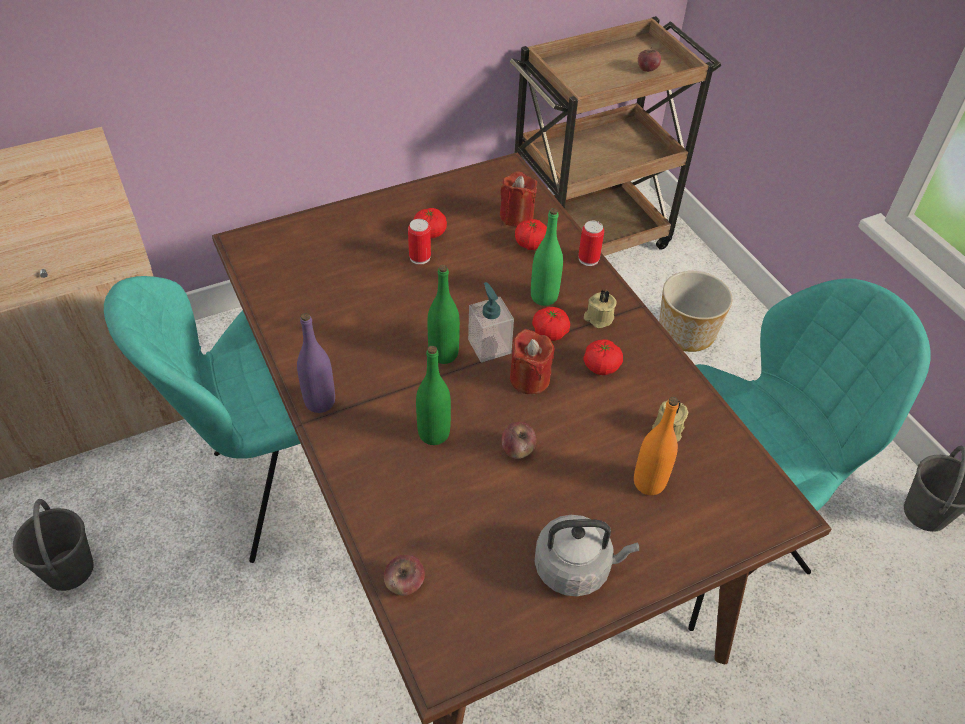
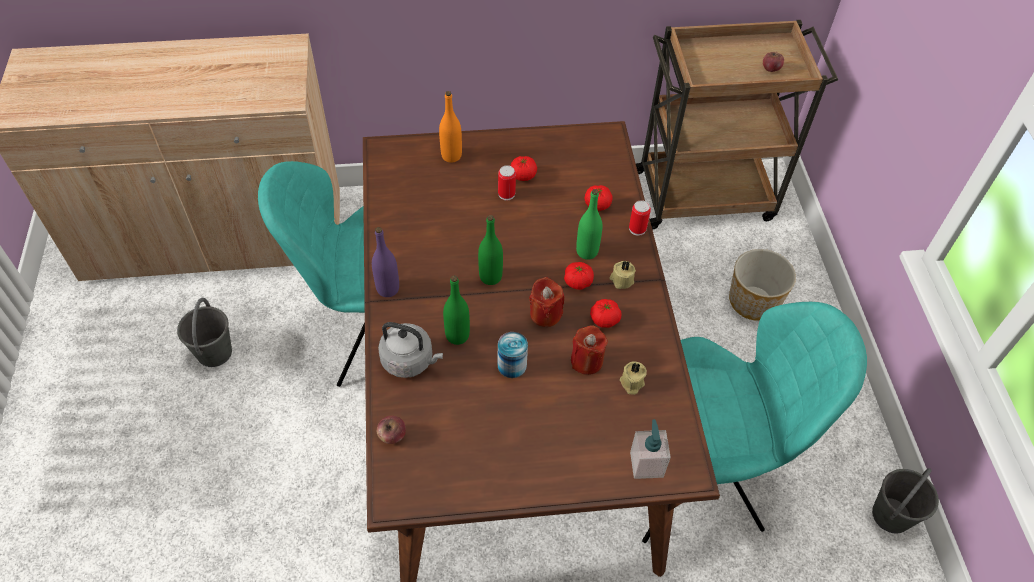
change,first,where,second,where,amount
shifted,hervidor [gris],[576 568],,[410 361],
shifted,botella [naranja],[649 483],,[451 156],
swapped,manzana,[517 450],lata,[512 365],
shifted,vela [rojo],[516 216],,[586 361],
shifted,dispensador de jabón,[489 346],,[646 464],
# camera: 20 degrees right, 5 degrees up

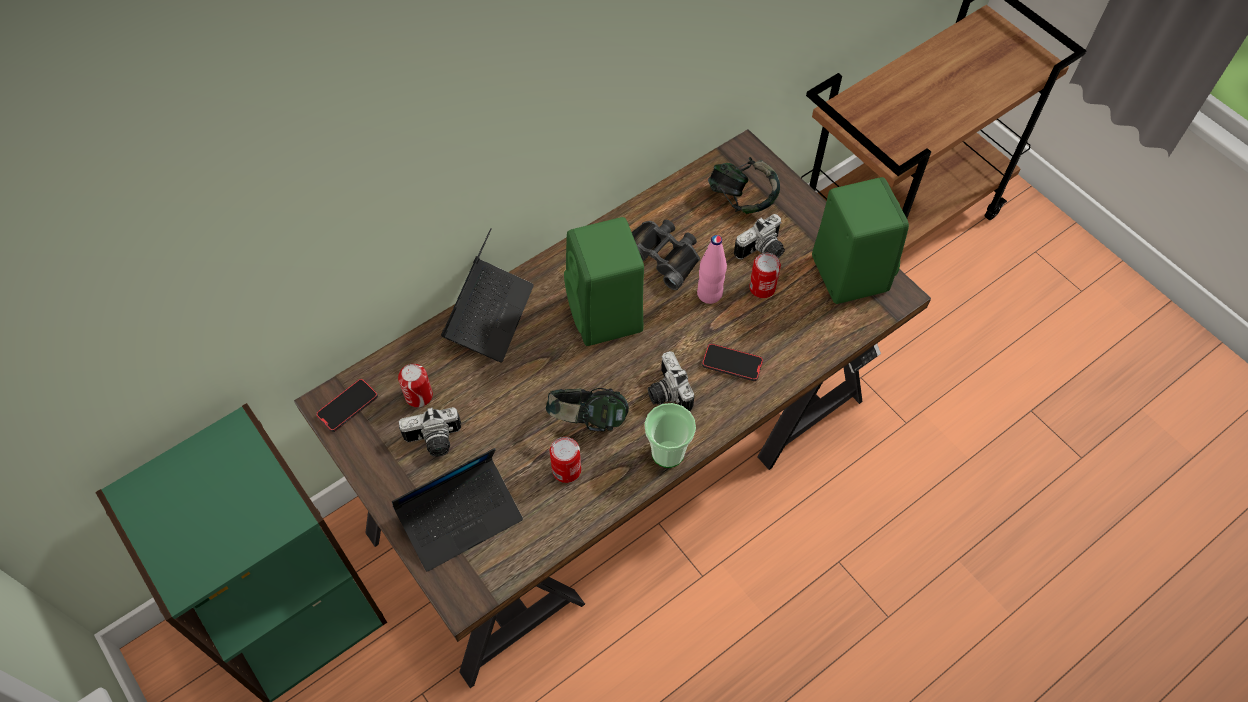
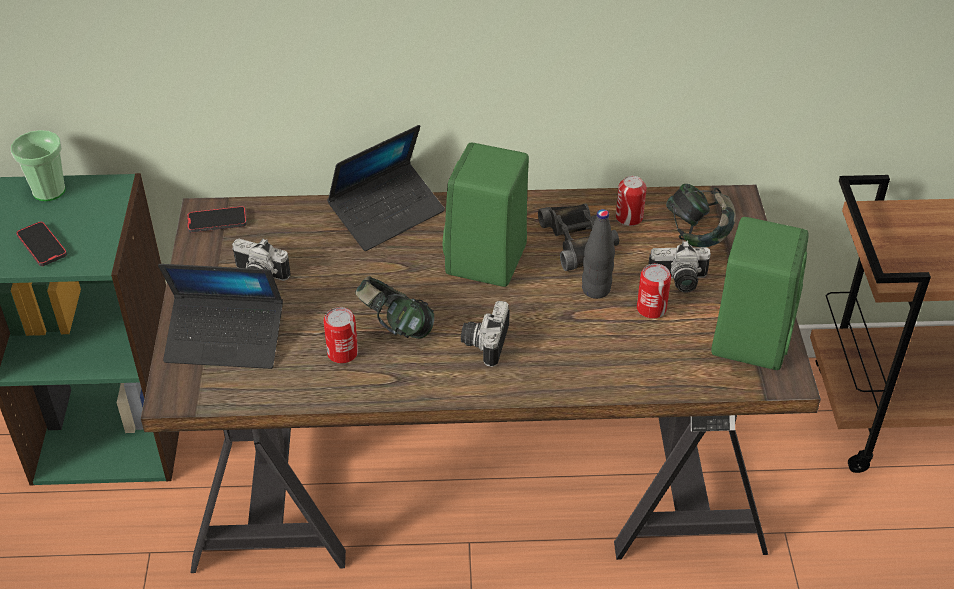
change,first,where,second,where,amount
shifted,taza,[668 452],,[49 191],
shifted,móvil,[732 363],,[42 246],
repainted,botella [rosa],[709 294],botella [negro],[596 290],
shifted,lata,[419 395],,[629 217],
# camera: 35 degrees right, 15 degrees down

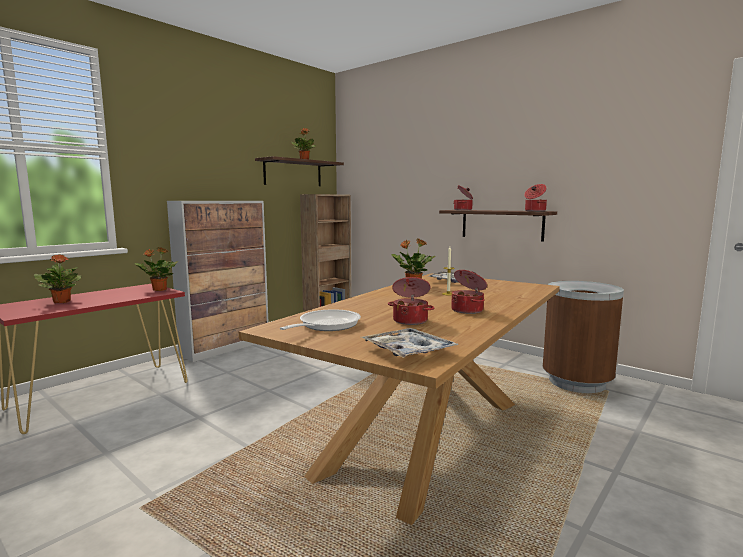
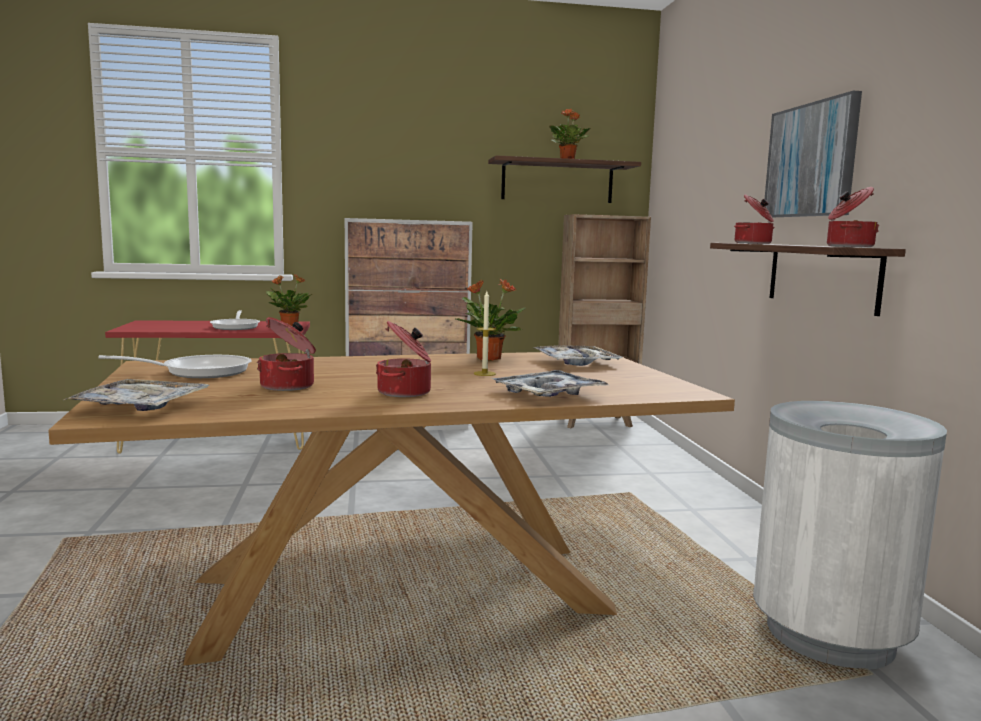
change,first,where,second,where,amount
new,,,sartén,[236 326],
new,,,bandeja,[548 394],
repainted,papelera [marrón],[577 383],papelera [blanco],[830 635],
new,,,cuadro,[811 160],
gone,planta en maceta,[62 301],,,
# camera: 40 degrees right, 0 degrees up

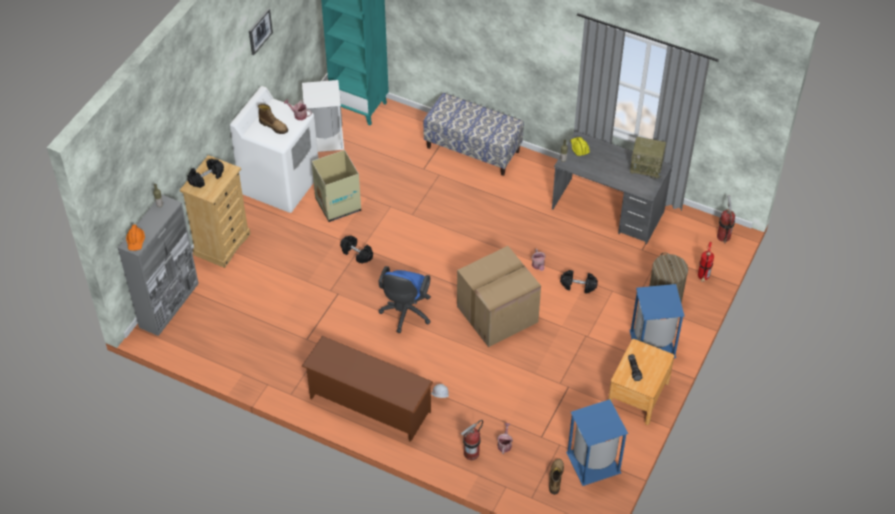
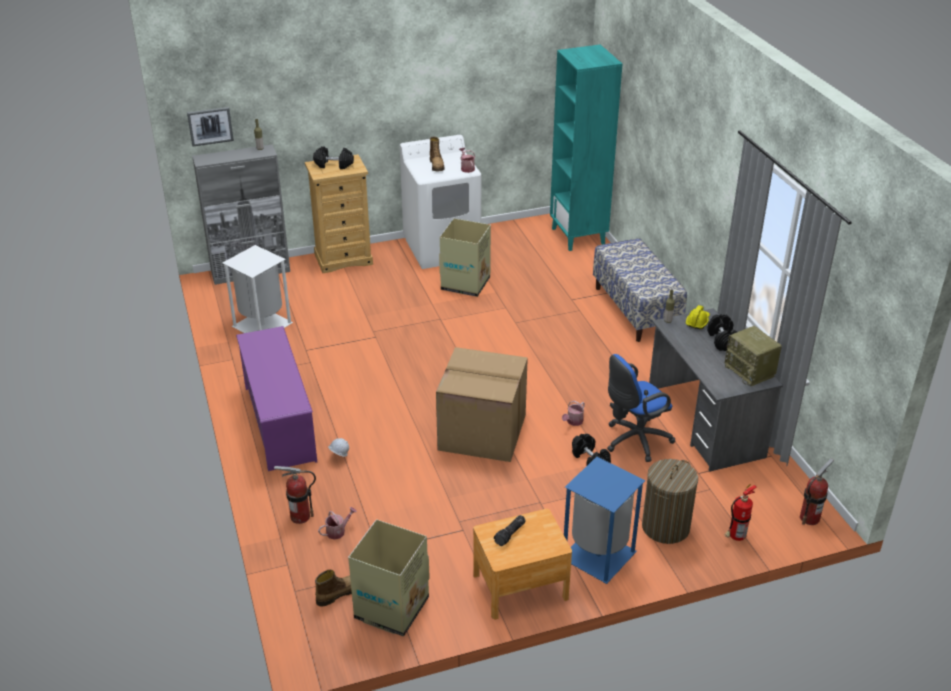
change,first,where,second,where,amount
shifted,cuadro,[259 31],,[210 126],
shifted,papelera [blanco],[325 138],,[263 325],
repainted,zapatero [marrón],[369 405],zapatero [morado],[279 423],
swapped,papelera [azul],[593 463],caja de cartón,[391 609],
shifted,silla de oficina [azul],[405 314],,[634 441],
shifted,mancuerna [negro],[356 254],,[722 340],
gone,casco [naranja],[136 241],,,
# camera: 45 degrees right, 15 degrees down

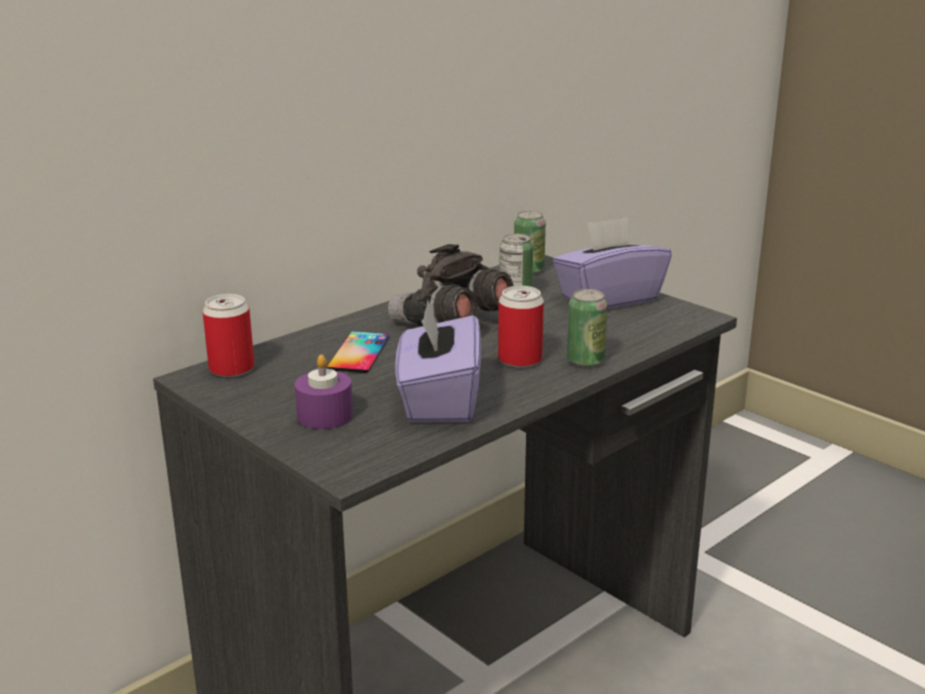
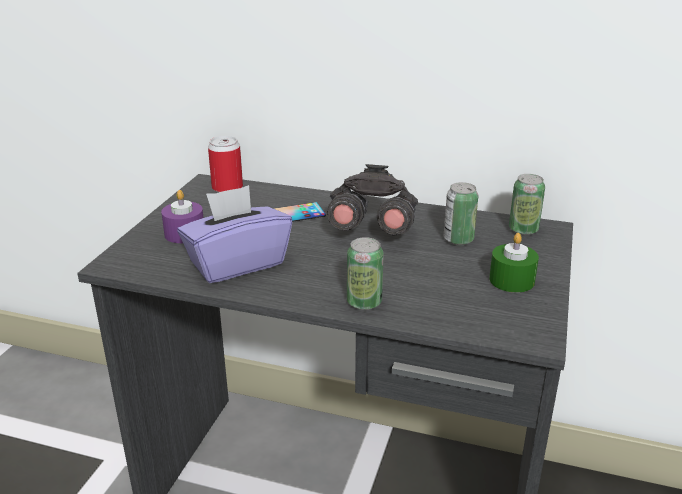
change,first,where,second,where,amount
swapped,caja de pañuelos [morado],[608 299],vela [verde],[511 280],
gone,lata,[520 359],,,
# camera: 60 degrees right, 5 degrees up

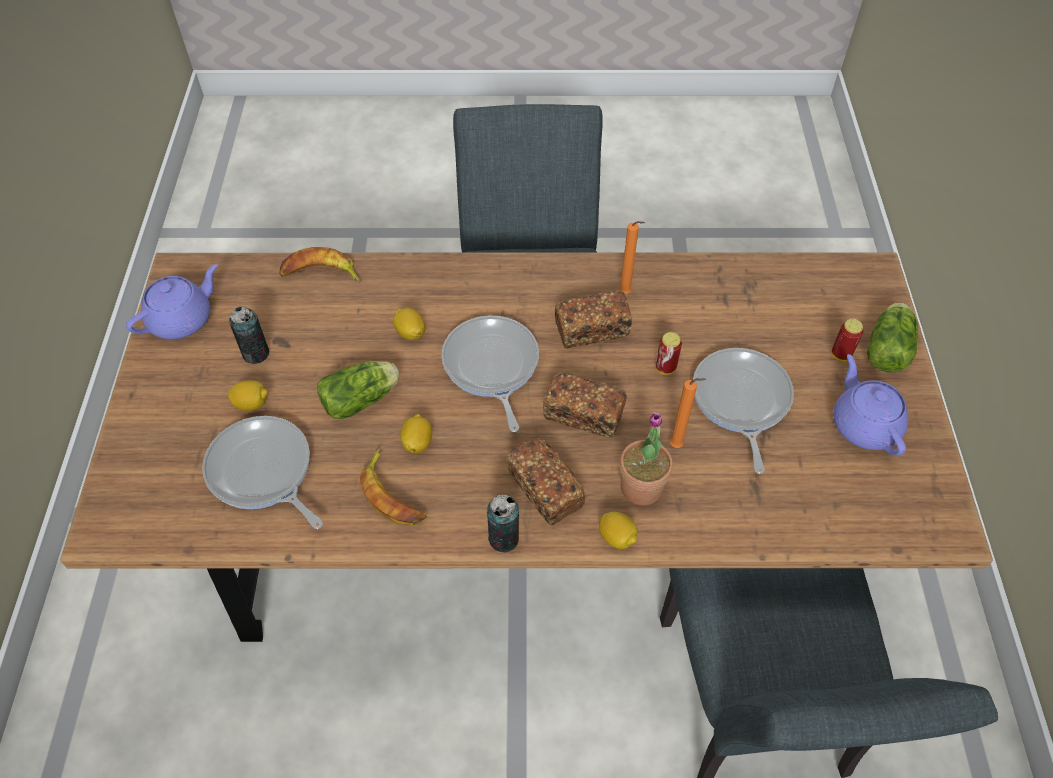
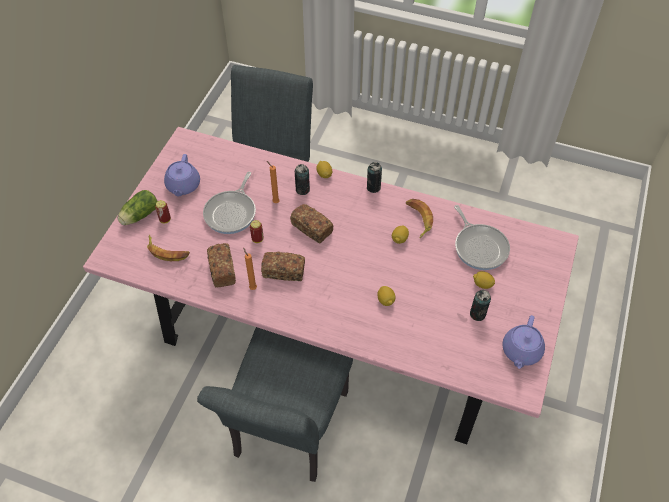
change,first,where,second,where,amount
repainted,mesa de comedor [marrón],[526 522],mesa de comedor [rosa],[334 328],
shifted,plátano,[321 274],,[167 251],
shifted,pan,[545 489],,[222 270],
swapped,planta en maceta,[641 487],lata,[302 190],
rotated,tetera [morado],[182 319],,[521 351],45 degrees counterclockwise
gone,lechuga,[363 399],,,
gone,sartén,[491 367],,,
# camera: 160 degrees left, 0 degrees up

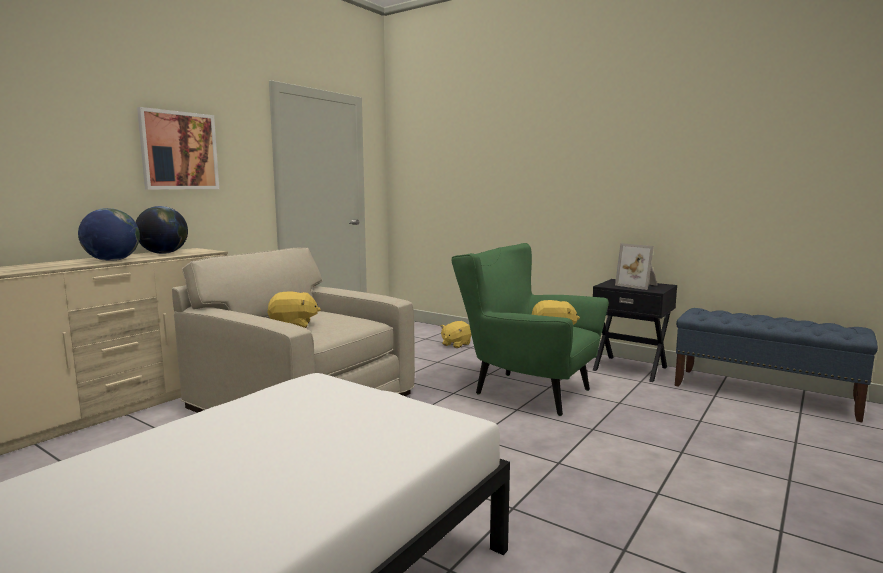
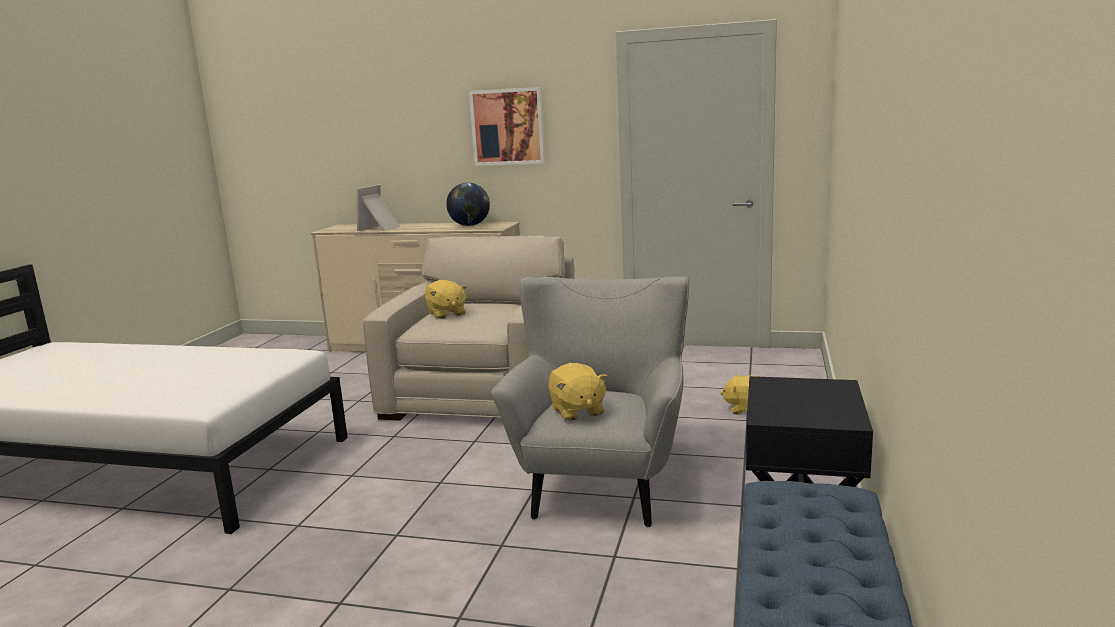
change,first,where,second,where,amount
shifted,portarretratos,[638 285],,[380 228],
repainted,sillón [verde],[523 390],sillón [gris],[603 483],
gone,globo terráqueo,[112 260],,,
# camera: 70 degrees right, 5 degrees up

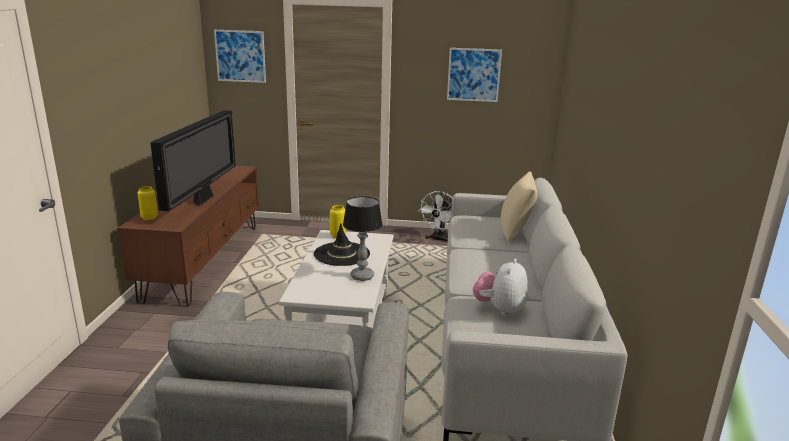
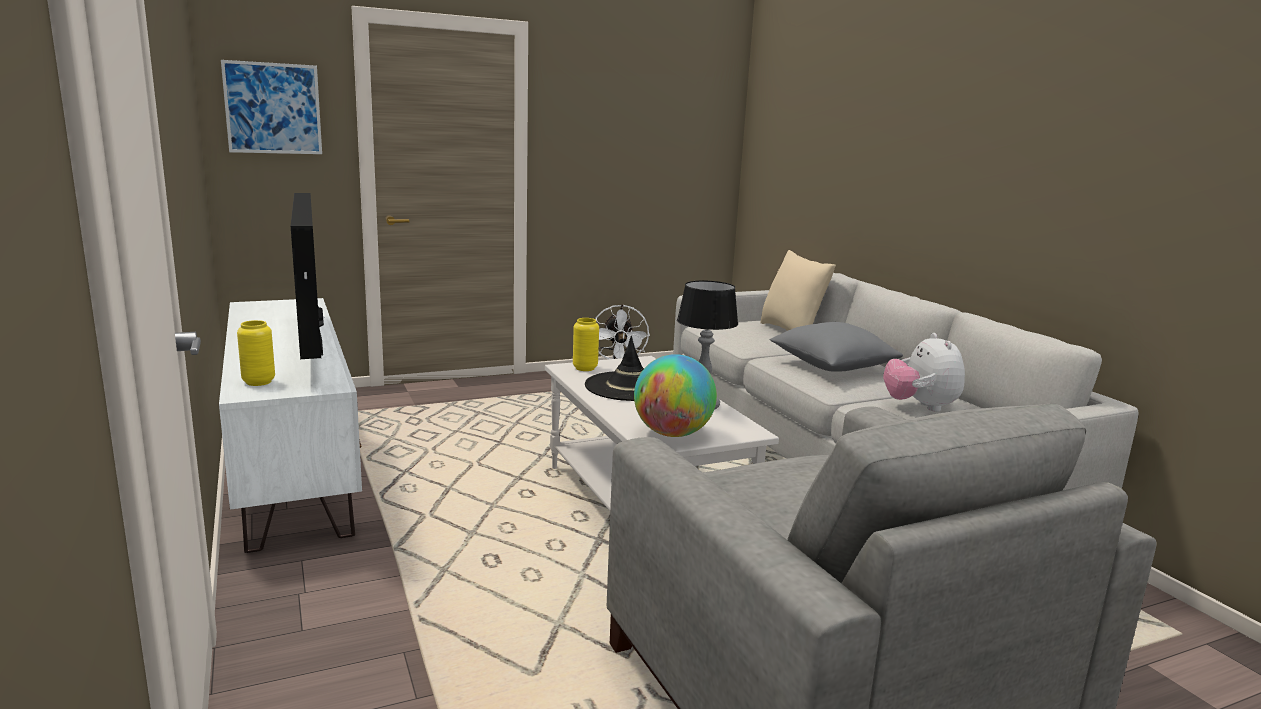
change,first,where,second,where,amount
repainted,mueble de televisión [marrón],[204 260],mueble de televisión [blanco],[292 464],
new,,,globo terráqueo,[672 434],
new,,,cojín [gris],[832 366],
gone,cuadro,[473 75],,,
# camera: 30 degrees left, 5 degrees down

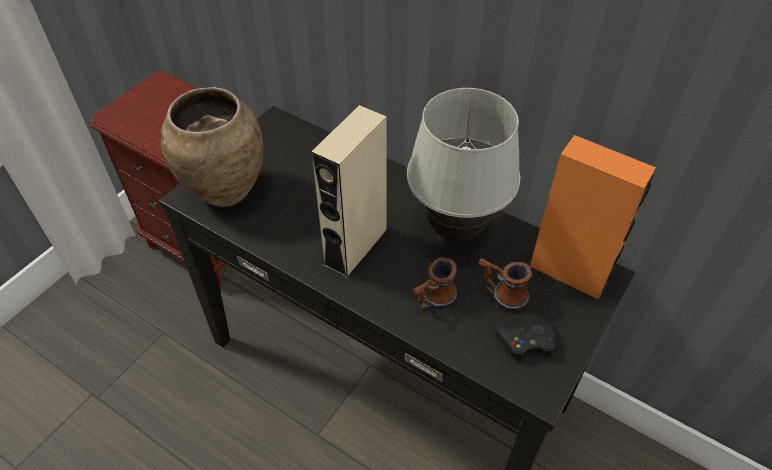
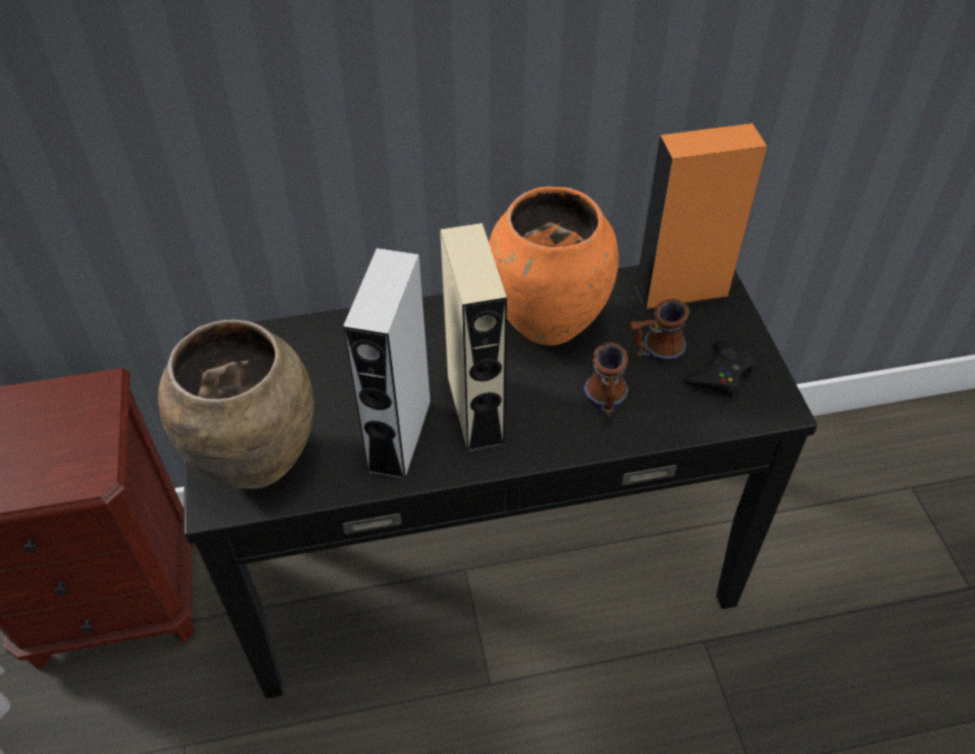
change,first,where,second,where,amount
new,,,altavoz [gris],[399 436],
swapped,lámpara de mesa [blanco],[456 232],florero [naranja],[548 325],
# camera: 45 degrees left, 0 degrees up

